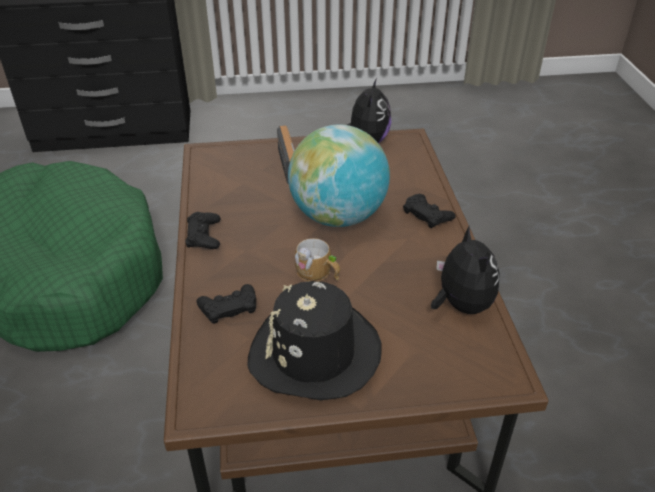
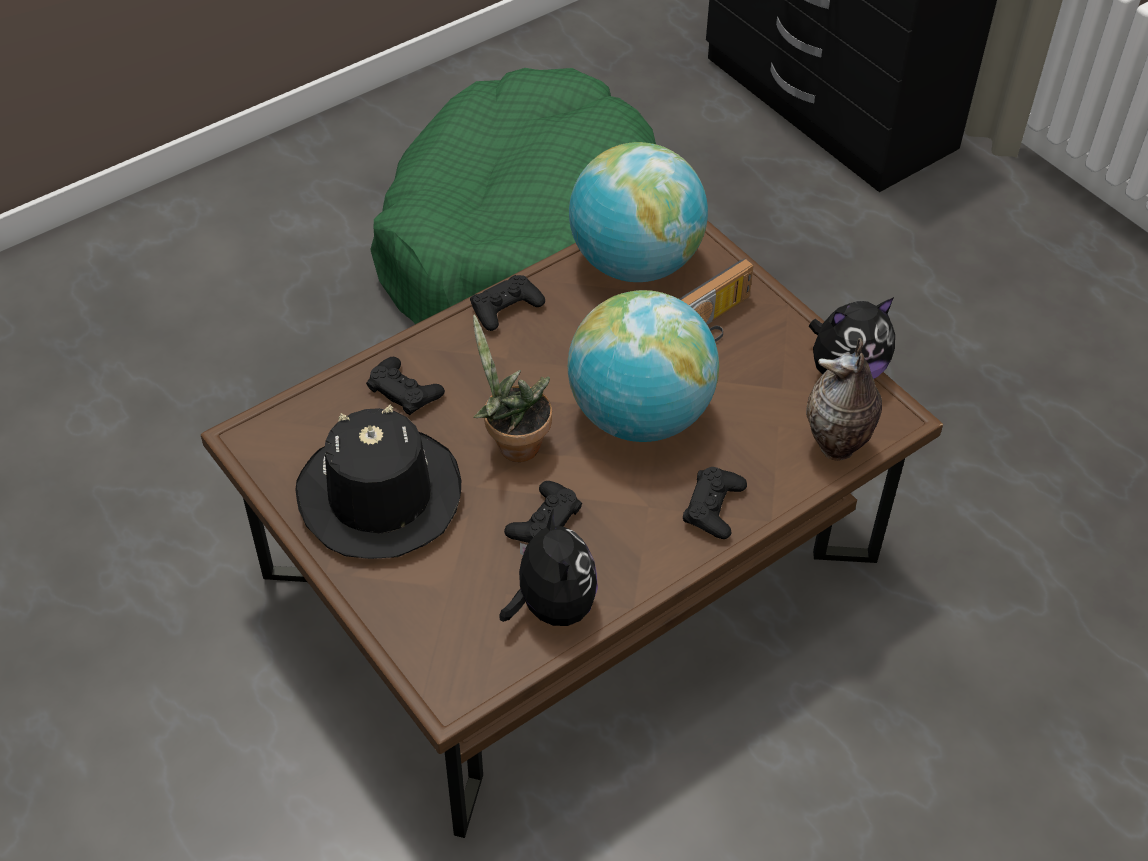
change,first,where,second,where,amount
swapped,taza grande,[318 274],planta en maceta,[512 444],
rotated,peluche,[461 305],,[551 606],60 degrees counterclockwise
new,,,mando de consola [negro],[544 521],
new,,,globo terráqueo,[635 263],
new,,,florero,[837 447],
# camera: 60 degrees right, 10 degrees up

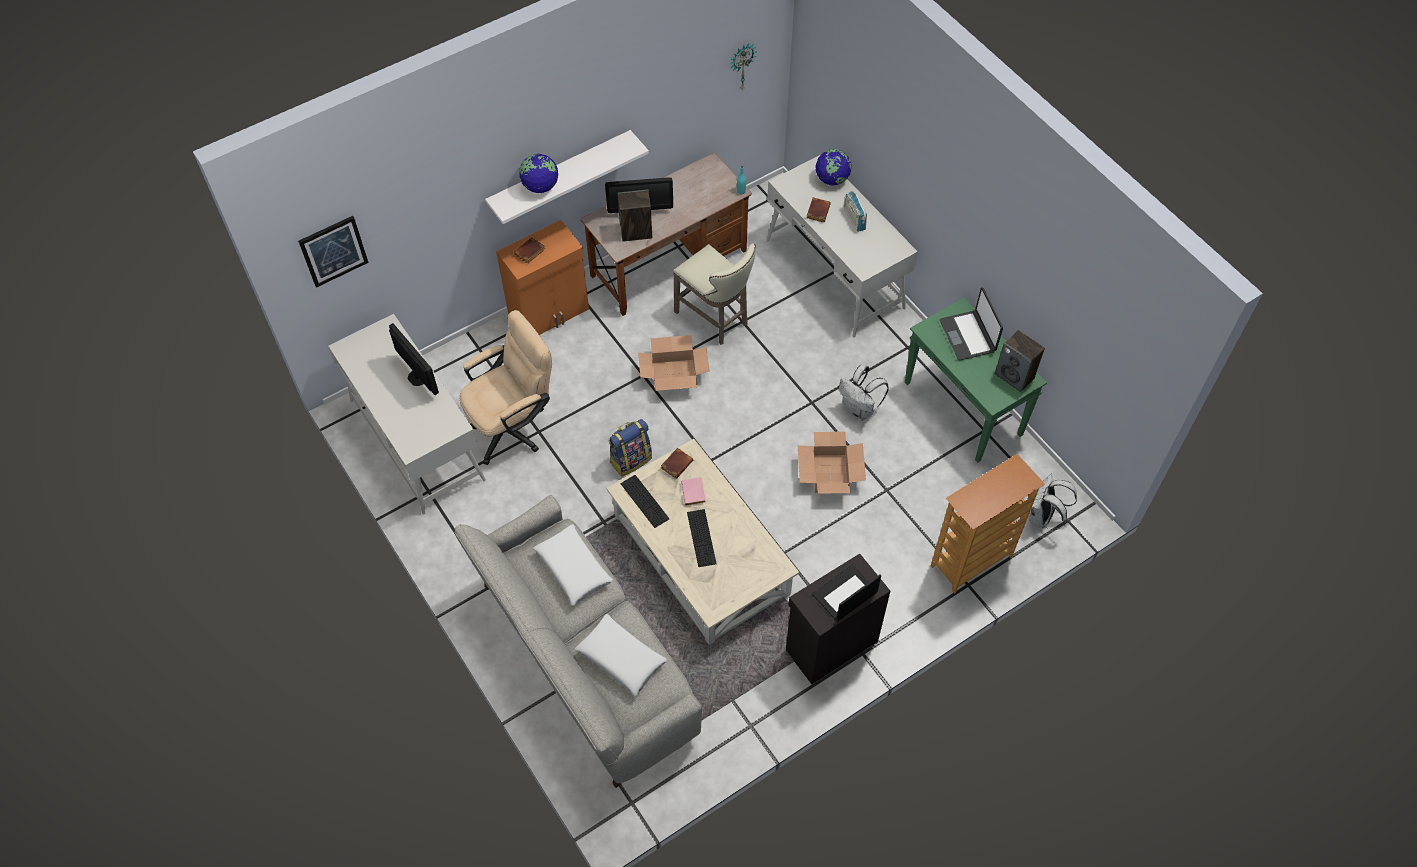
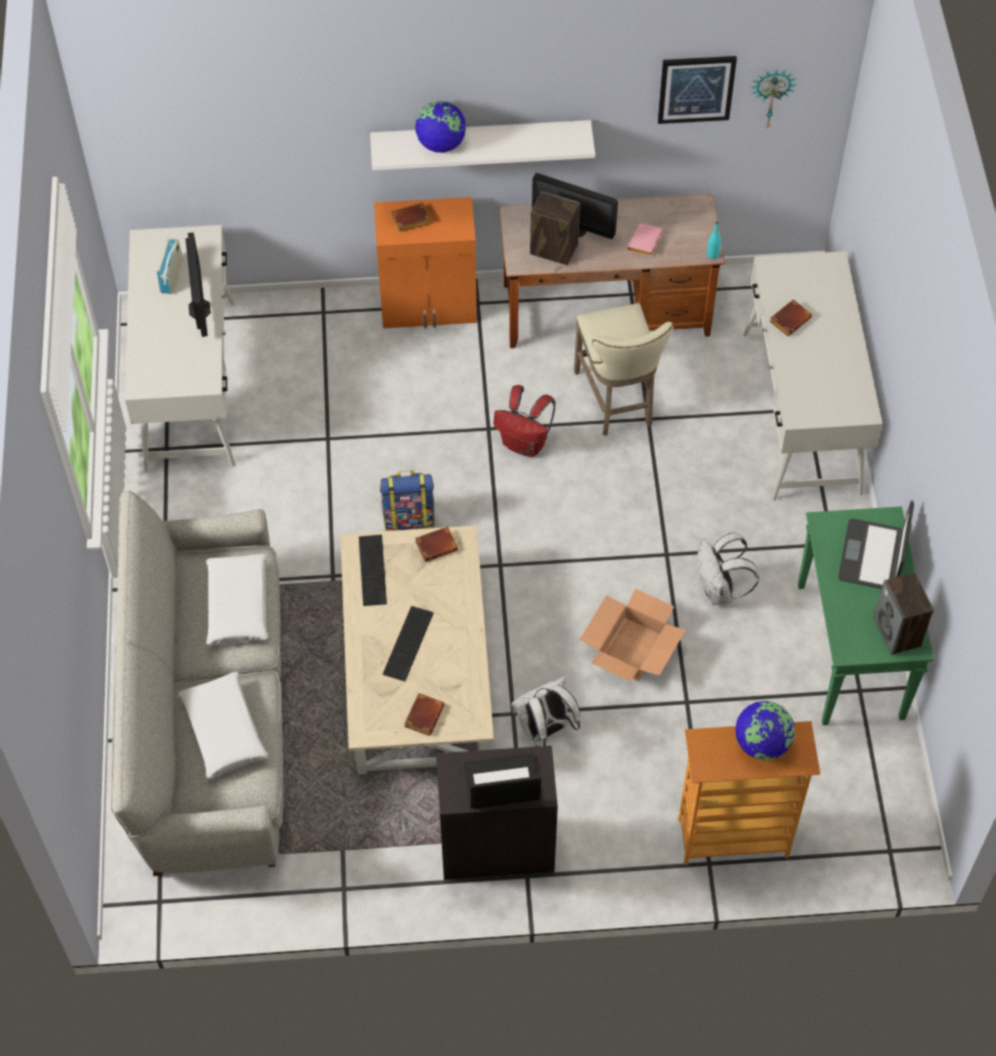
change,first,where,second,where,amount
shifted,radio,[854 219],,[172 276],
new,,,libro [marrón],[423 715],
swapped,caja de cartón,[674 374],mochila [rojo],[525 444],
shifted,mochila [blanco],[1042 517],,[545 730],
shifted,libro [rosa],[694 493],,[645 243],
shifted,cuadro,[333 251],,[696 89],
shifted,globo terráqueo,[832 179],,[762 743],
gone,silla de oficina [beis],[513 426],,,
# camera: 30 degrees right, 0 degrees up

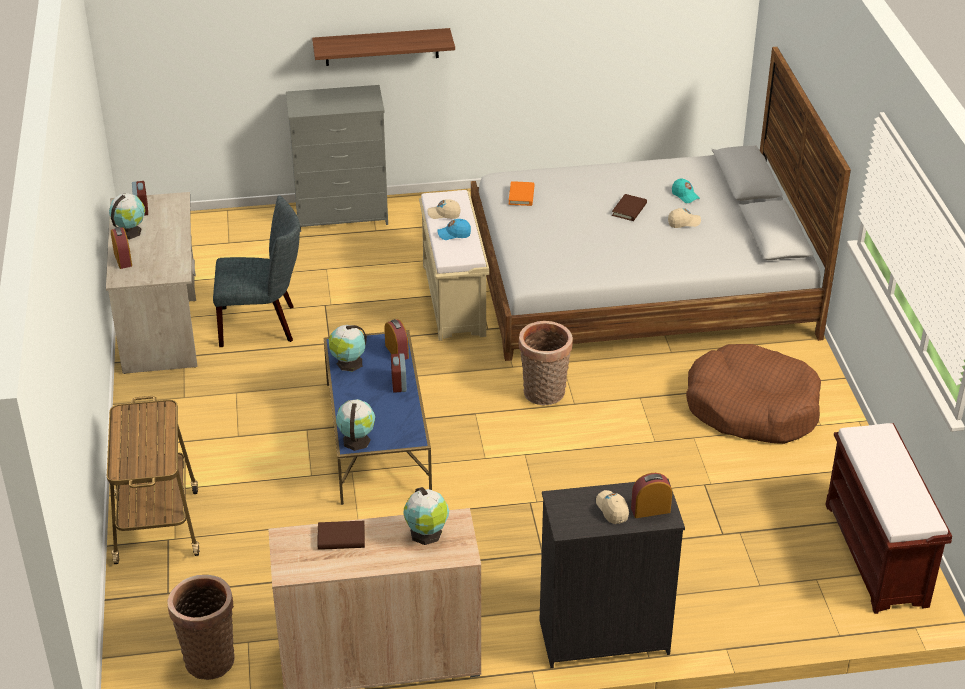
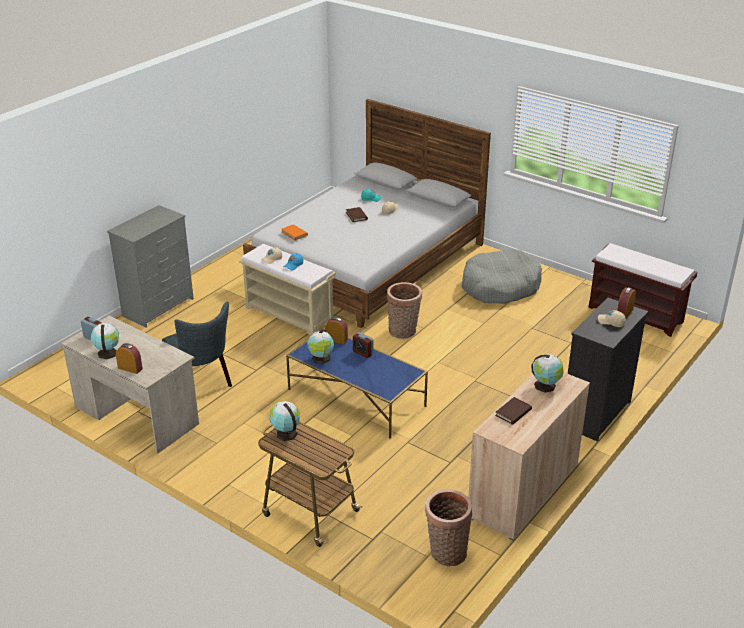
change,first,where,second,where,amount
rotated,silla [gris],[263 324],,[202 382],105 degrees clockwise
shifted,globo terráqueo,[356 439],,[285 433],
repainted,cama para perro [marrón],[752 408],cama para perro [gris],[499 287],
gone,estante,[382 47],,,
# camera: 45 degrees left, 5 degrees down

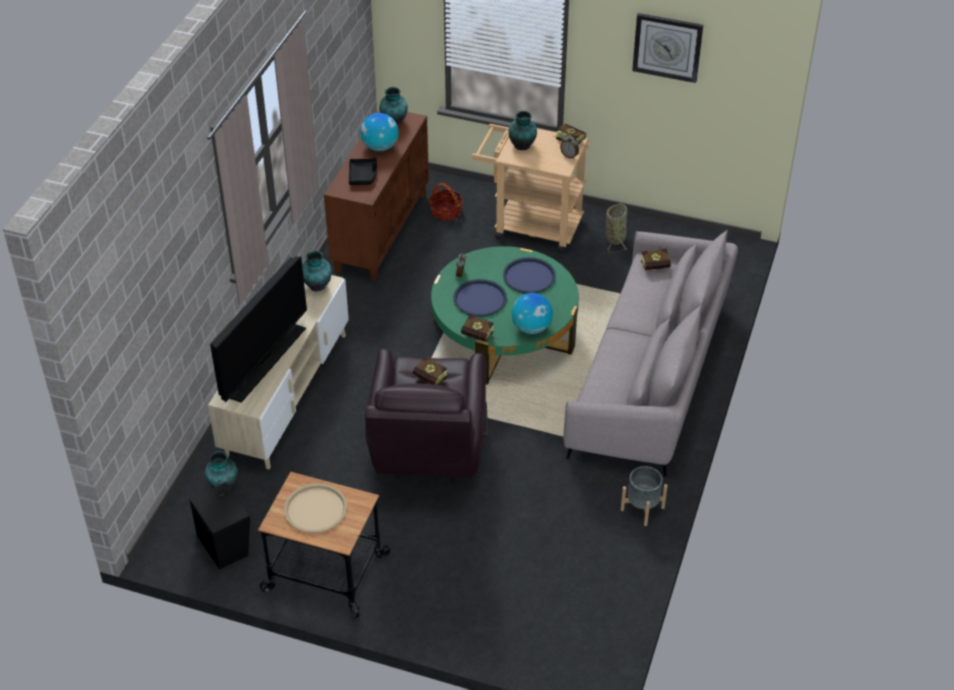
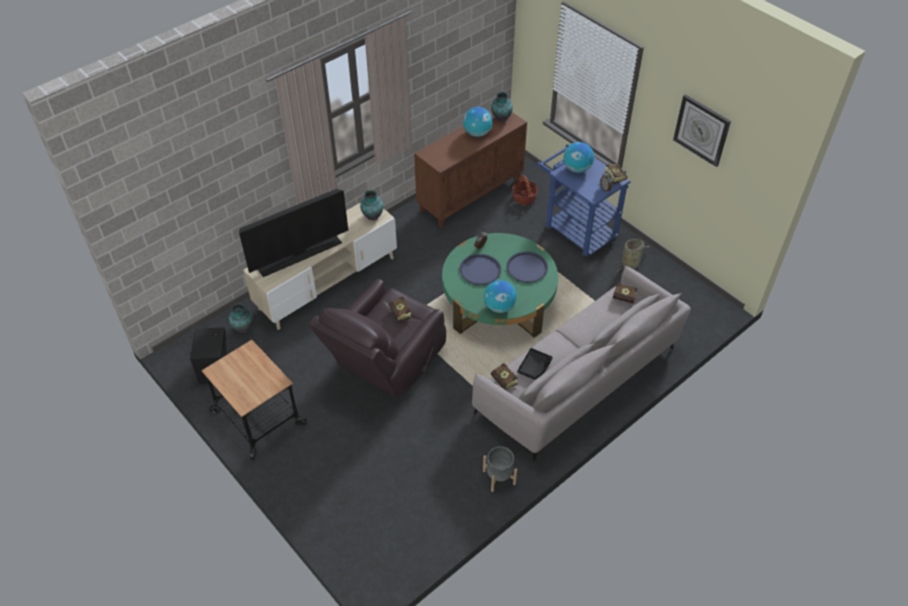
change,first,where,second,where,amount
shifted,libro,[480 337],,[505 383],
shifted,bandeja [negro],[363 176],,[534 367],
repainted,carrito [beis],[530 226],carrito [azul],[575 230],
swapped,florero,[522 146],globo terráqueo,[577 169],
gone,bandeja [beis],[315 509],,,
# camera: 30 degrees right, 5 degrees up

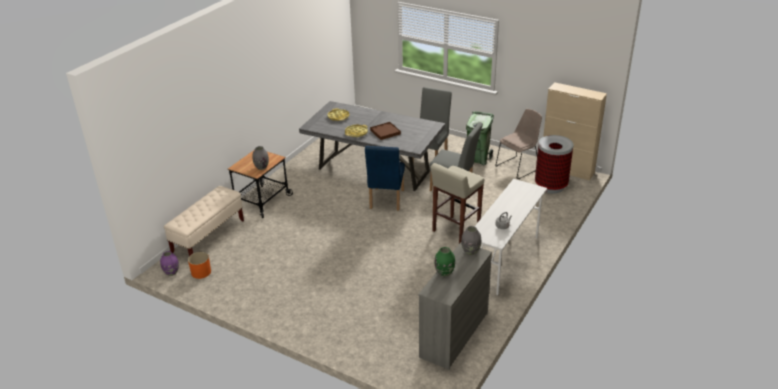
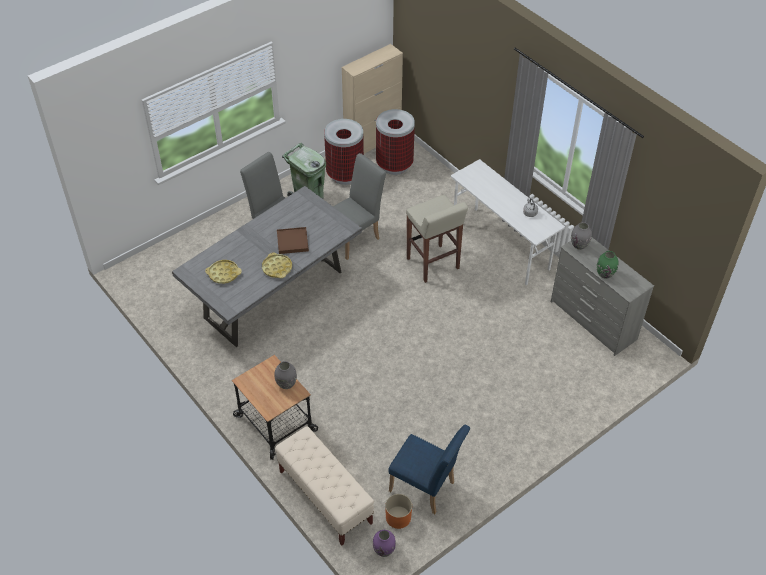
change,first,where,second,where,amount
swapped,silla [beis],[518 167],papelera,[345 174],
shifted,silla [azul],[386 201],,[426 489],
# camera: 70 degrees left, 15 degrees up

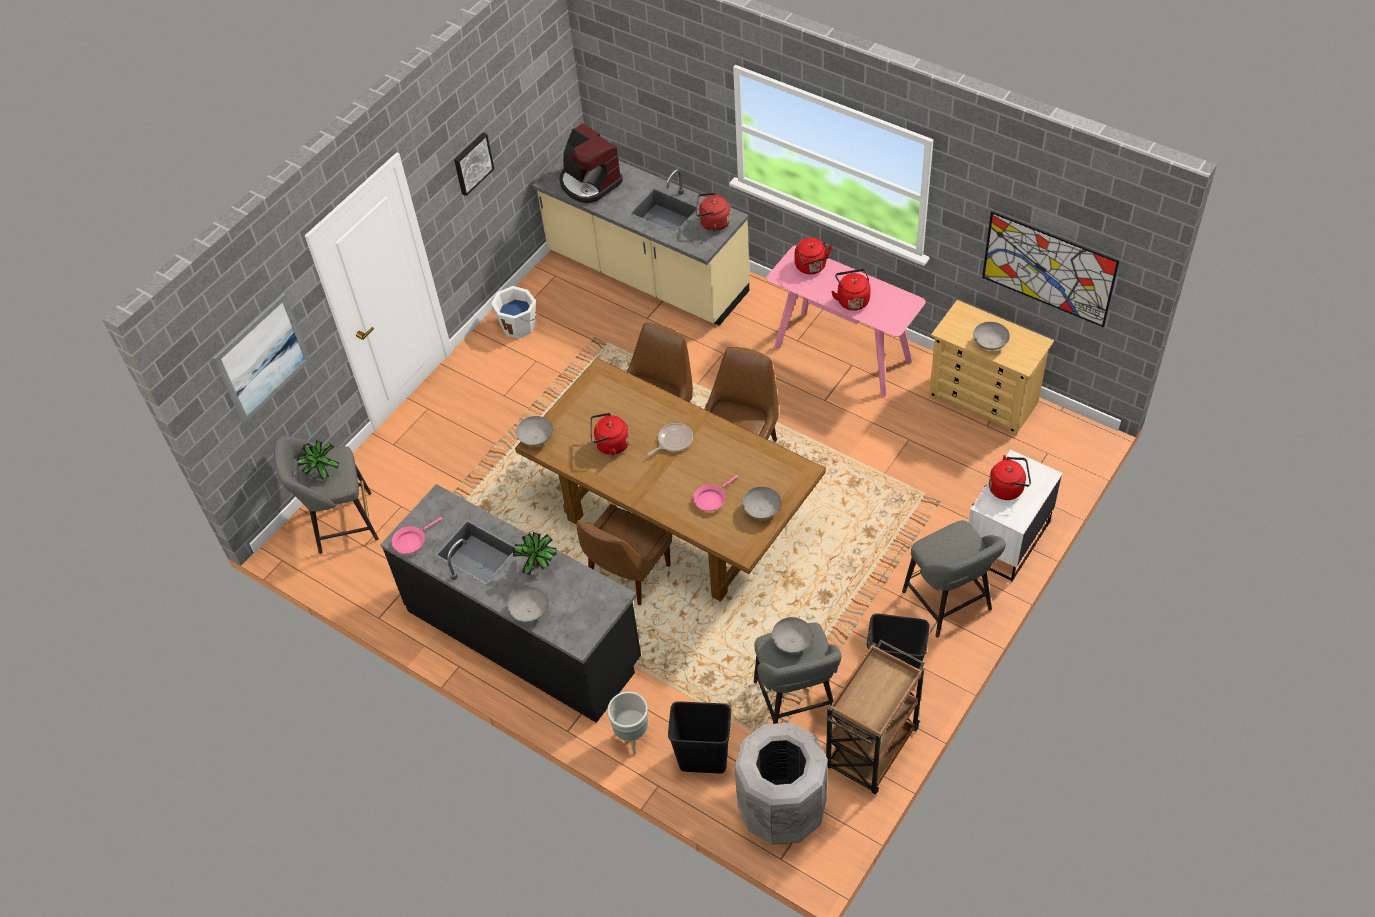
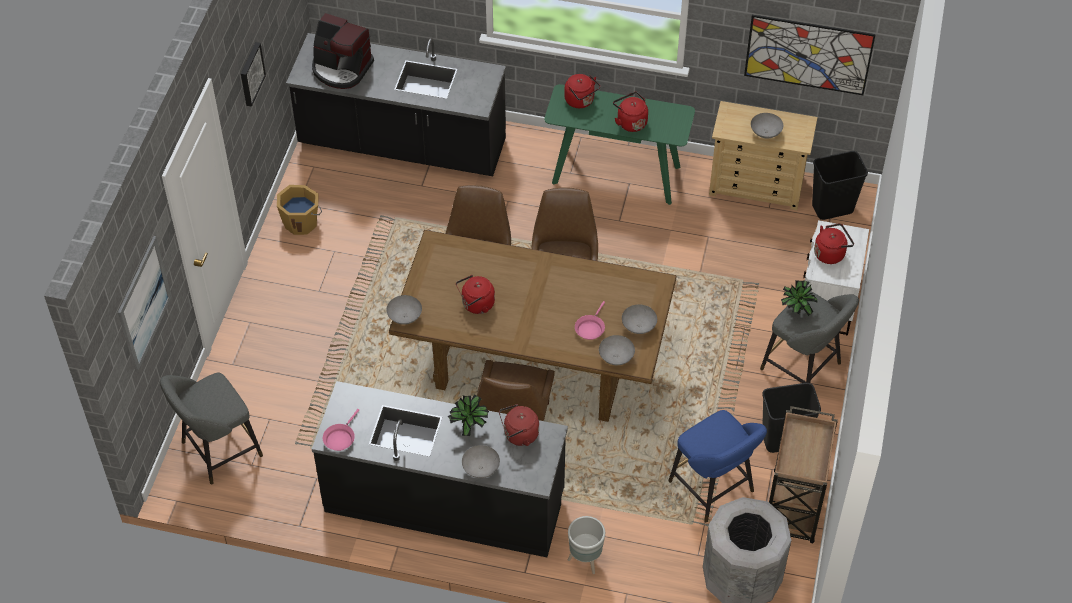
change,first,where,second,where,amount
repainted,cubo [blanco],[519 325],cubo [naranja],[301 222],
repainted,mueble bajo de cocina [beis],[646 275],mueble bajo de cocina [negro],[402 145],
shifted,hervidor [rojo],[712 223],,[519 435],
repainted,mesa consola [rosa],[843 353],mesa consola [verde],[616 174],
shifted,cuenco [gris],[791 642],,[615 357],
repainted,taburete [gris],[797 704],taburete [azul],[714 489],
shifted,planta en maceta,[322 473],,[795 311],
shifted,papelera [negro],[703 759],,[832 209],
gone,sartén,[673 441],,,
# camera: 25 degrees left, 0 degrees up

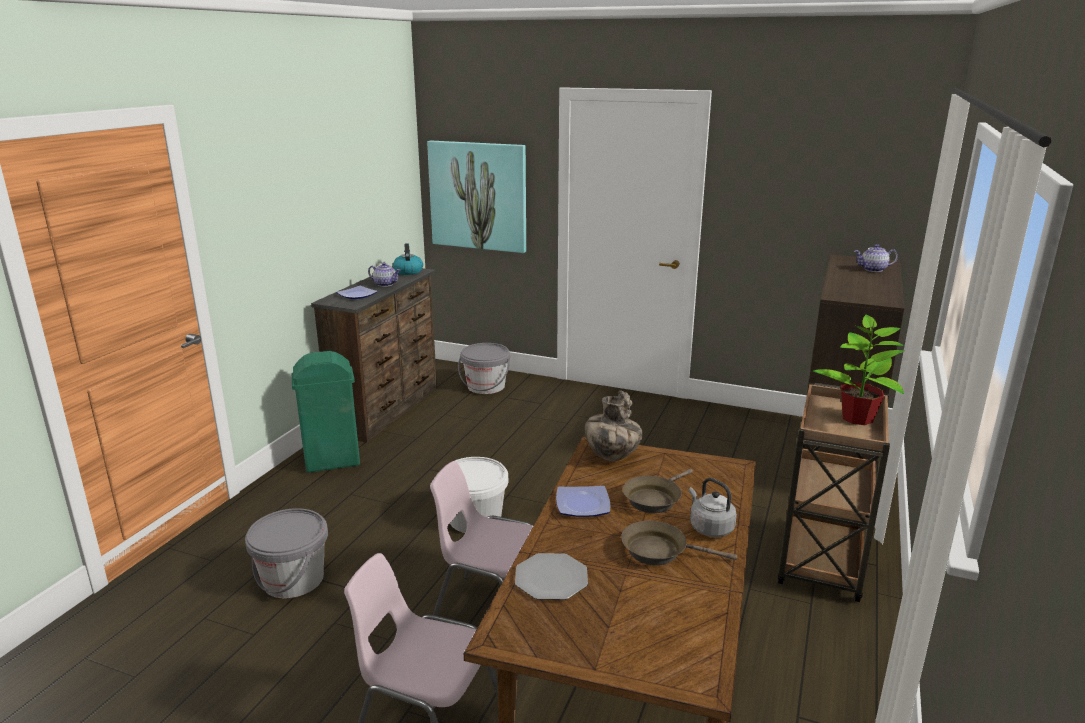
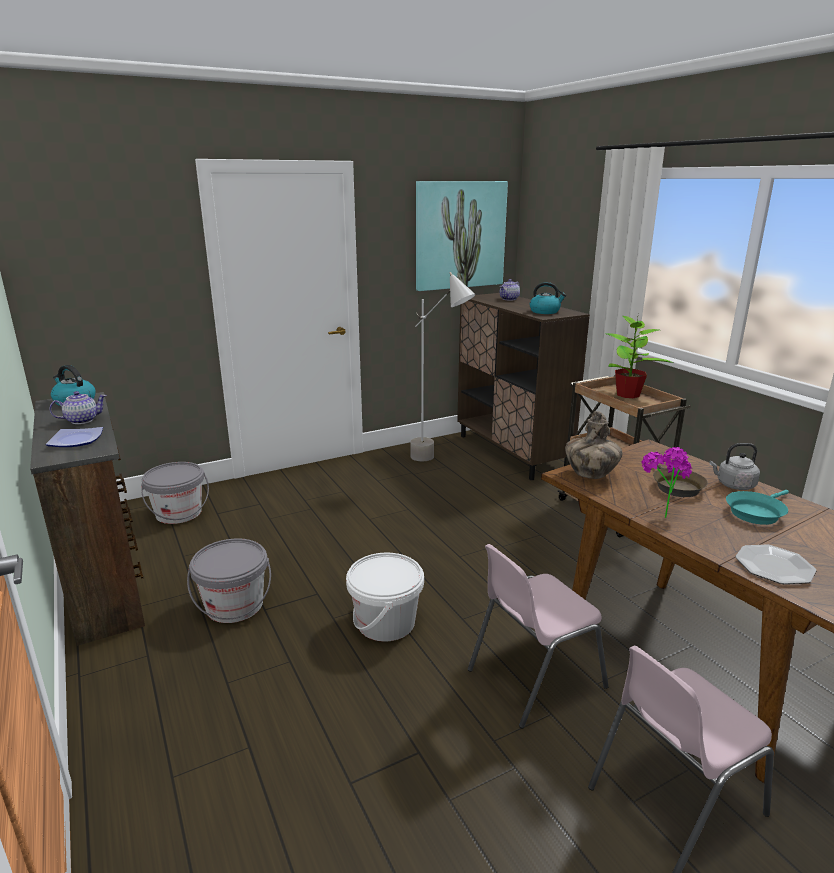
change,first,where,second,where,amount
shifted,cubo [gris],[293 579],,[234 605],
new,,,lámpara de pie [gris],[438 461],
shifted,cuadro,[478 196],,[459 235],
new,,,hervidor,[545 311],
swapped,plato,[581 504],planta en maceta,[660 513],
repainted,sartén [marrón],[659 551],sartén [turquesa],[756 512],
gone,papelera [verde],[333 462],,,
# camera: 50 degrees left, 0 degrees up

